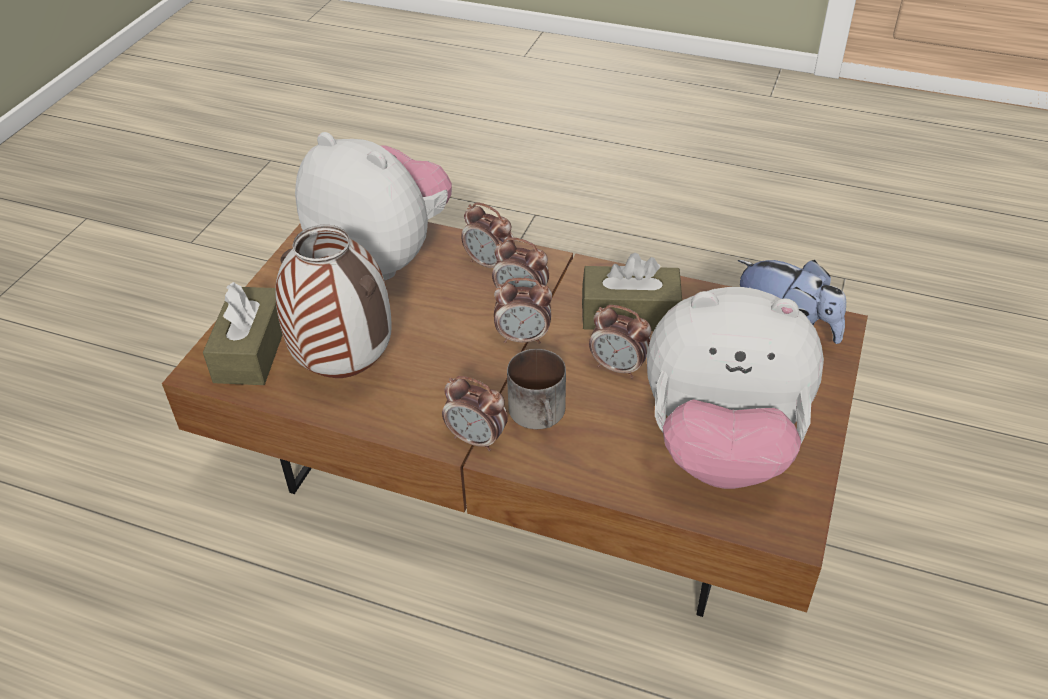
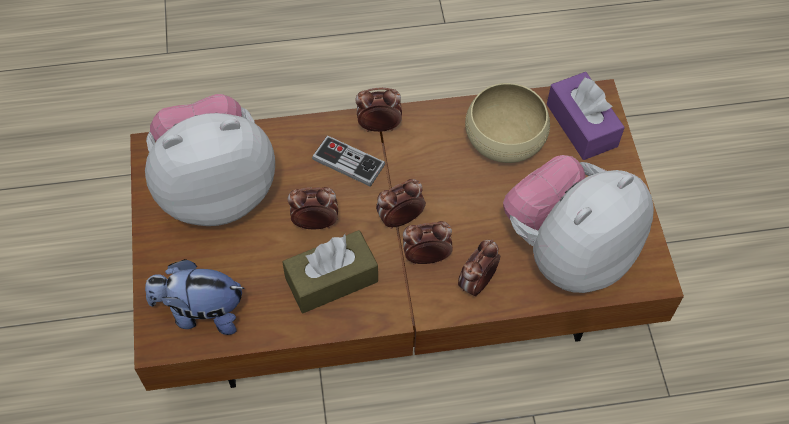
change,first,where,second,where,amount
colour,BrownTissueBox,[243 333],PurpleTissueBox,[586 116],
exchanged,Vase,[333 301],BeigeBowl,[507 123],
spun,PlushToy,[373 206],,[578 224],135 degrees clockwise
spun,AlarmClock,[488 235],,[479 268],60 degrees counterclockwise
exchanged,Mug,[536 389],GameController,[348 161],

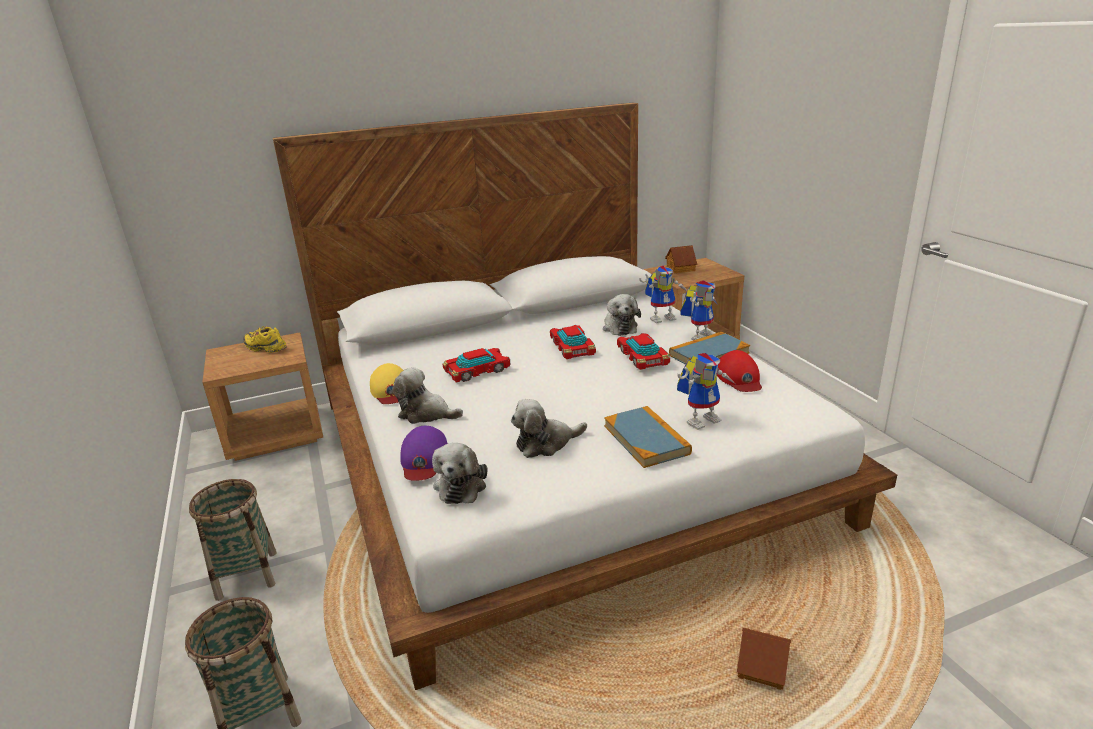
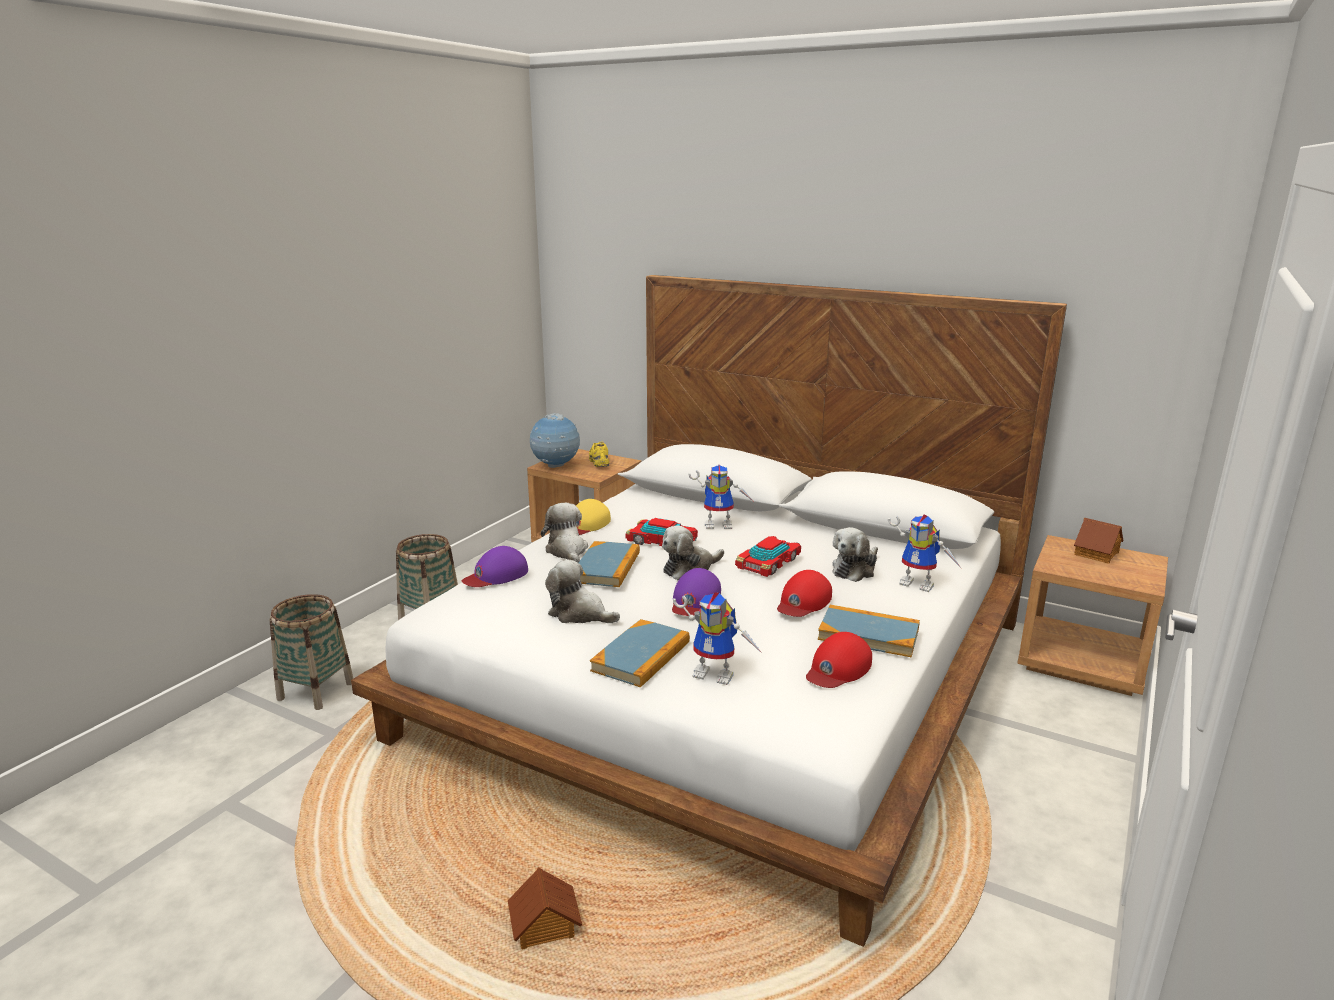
change,first,where,second,where,amount
relocated,PlushToy,[460 473],,[693 553],
exchanged,ToyCar,[643 351],RedCap,[804 593],
relocated,ToyRobot,[699 310],,[721 497],
appeared,,,Globe,[555 440],
appeared,,,Book,[609 564],
appeared,,,PurpleCap,[696 592],

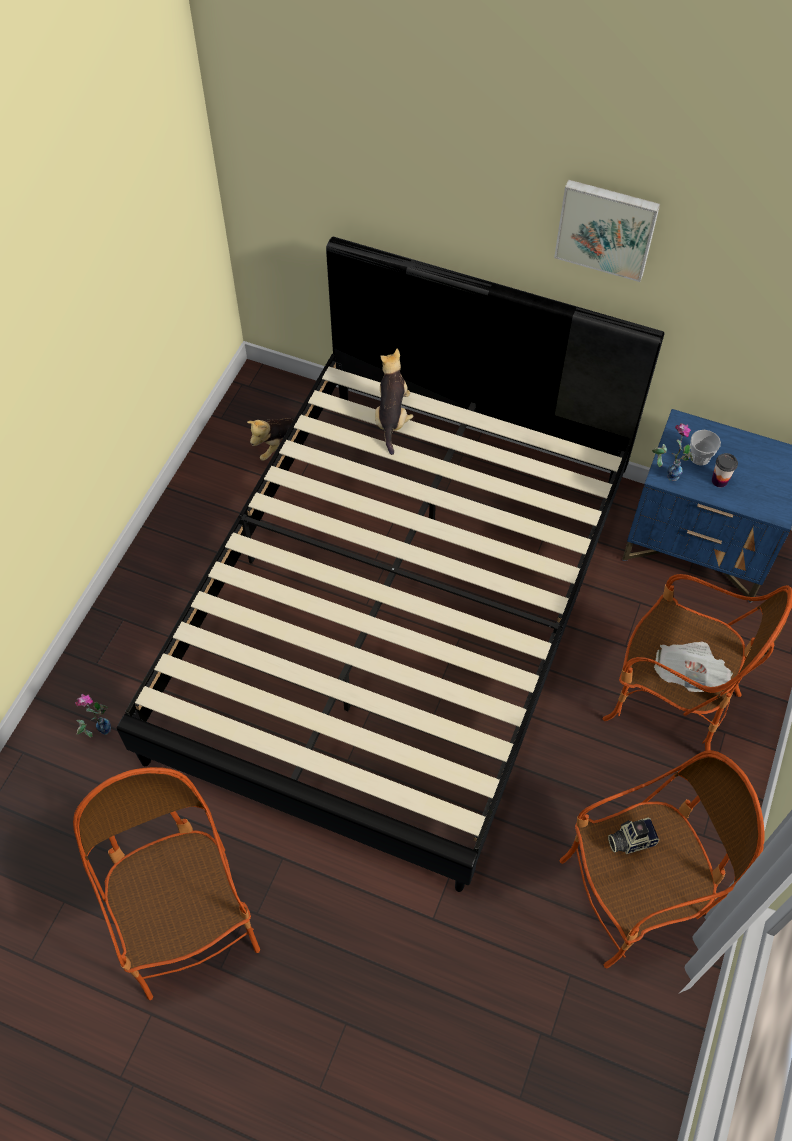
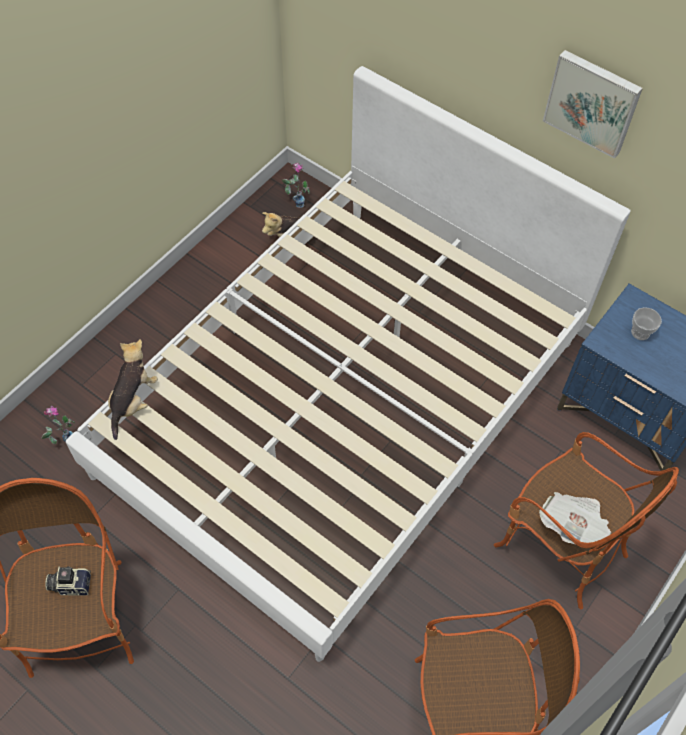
change,first,where,second,where,amount
colour,BlackBed,[390 564],WhiteBed,[348 364],
relocated,PlushToy,[394 402],,[133 389],
relocated,PhotoCamera,[633 836],,[68 580],
relocated,Vase,[672 452],,[296 185],
missing,Cup,[725 470],,,

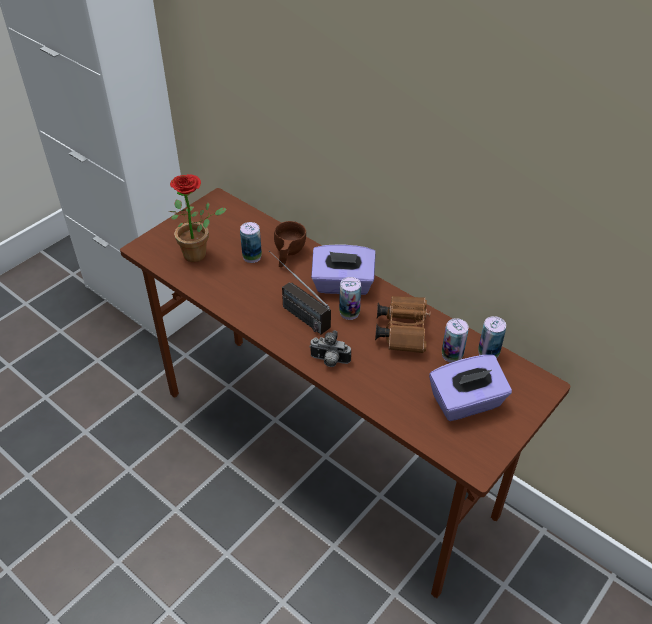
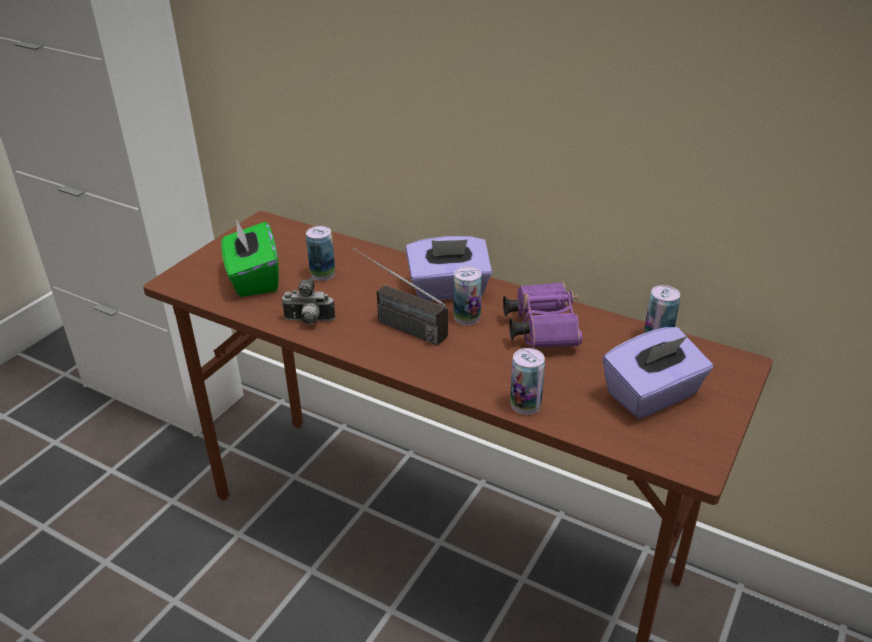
change,first,where,second,where,amount
exchanged,PottedPlant,[197 218],GreenTissueBox,[250 258],
missing,BrownCup,[290 244],,,
relocated,PhotoCamera,[330 348],,[308 301],
colour,BrownBinoculars,[402 324],PurpleBinoculars,[542 315],
relocated,Can,[455 340],,[527 381],

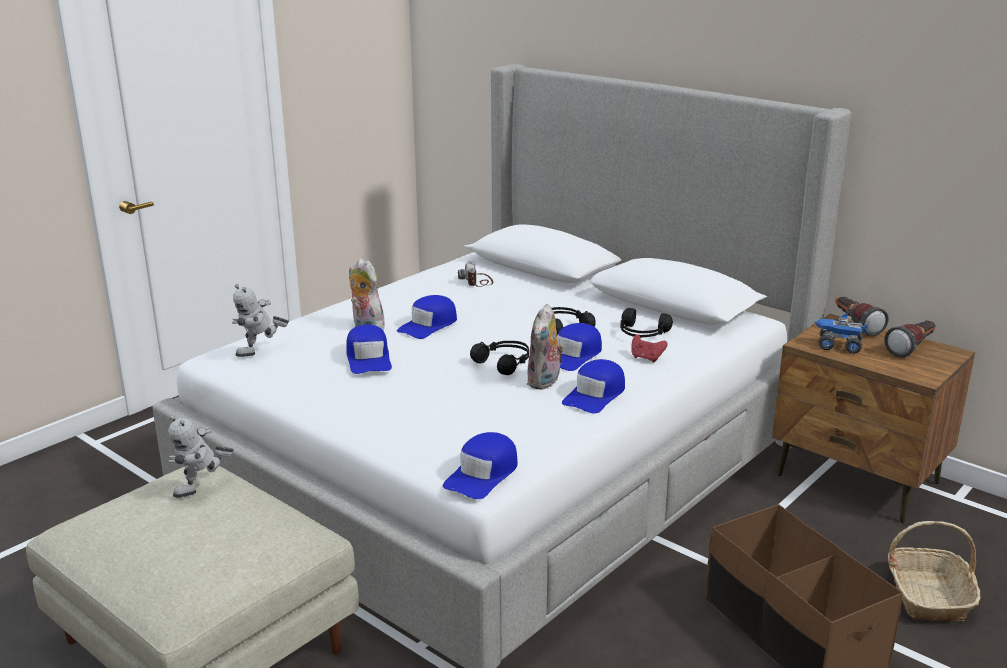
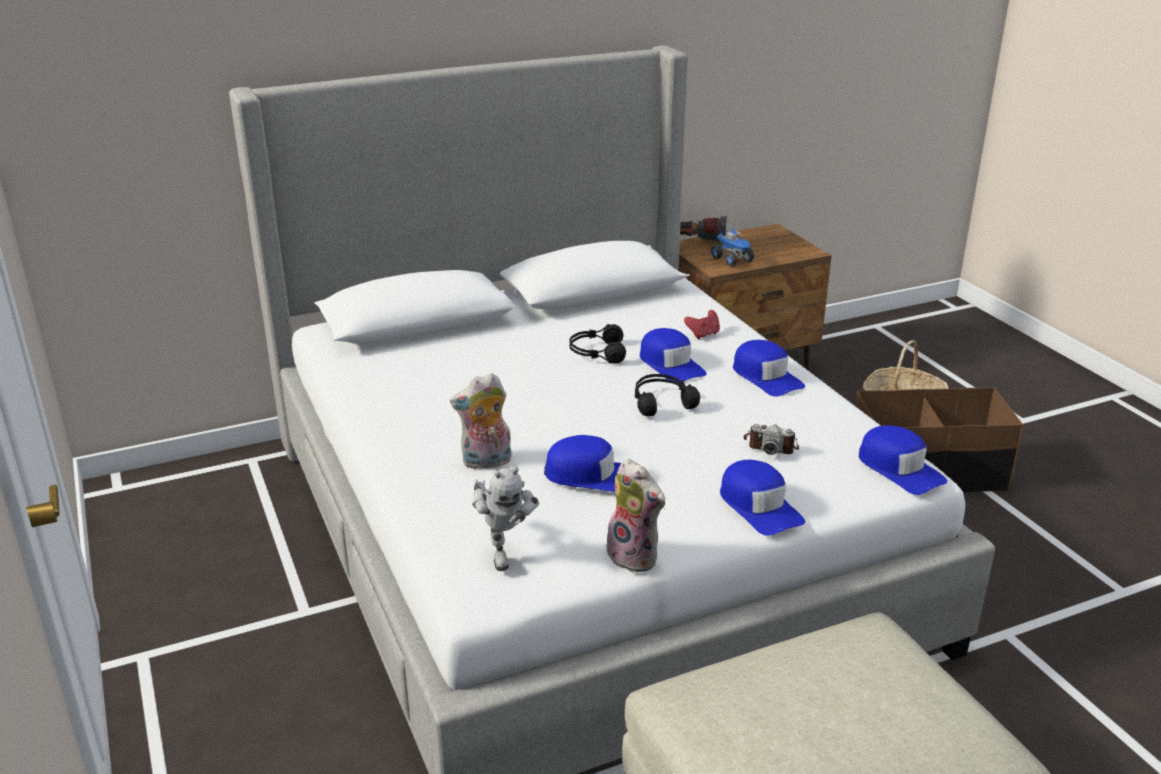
change,first,where,second,where,amount
missing,ToyRobot,[201 456],,,
relocated,BlueCap,[427 317],,[762 498],
relocated,PhotoCamera,[475 274],,[771 439],
relocated,PlushToy,[545 347],,[635 516],
missing,BlackHeadphones,[646 322],,,
spun,ToyTruck,[842 333],,[733 247],75 degrees counterclockwise
missing,Flashlight,[910 339],,,

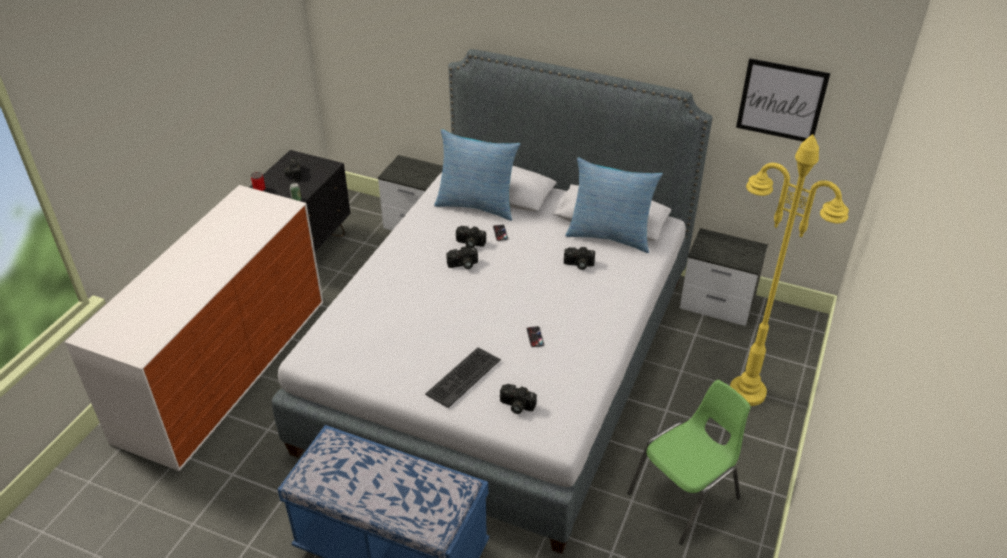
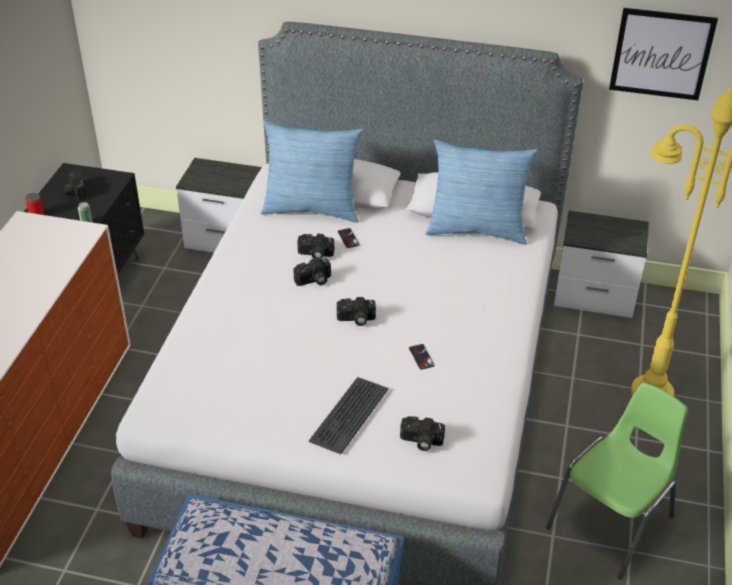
change,first,where,second,where,amount
relocated,PhotoCamera,[579 258],,[356 311],

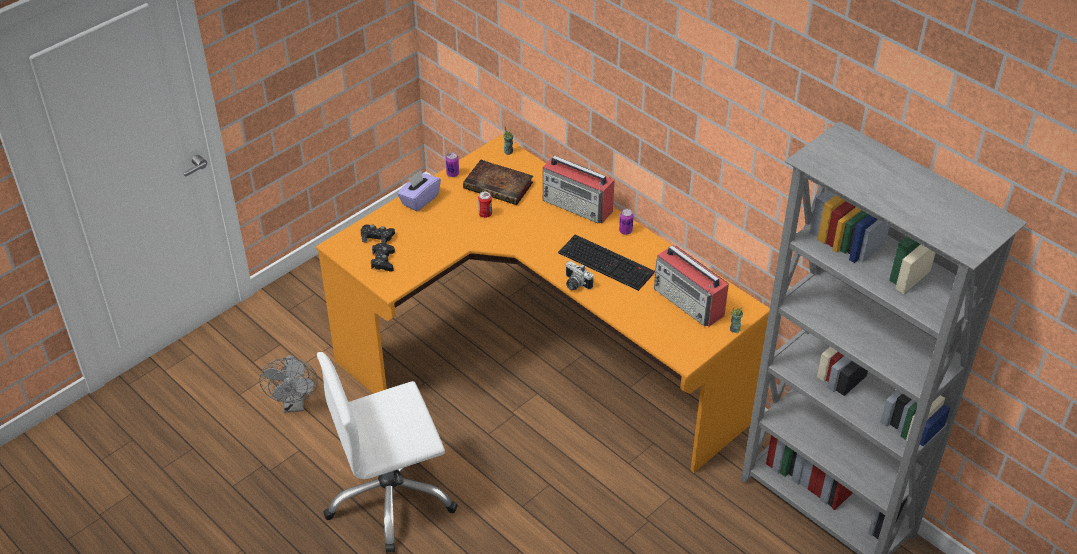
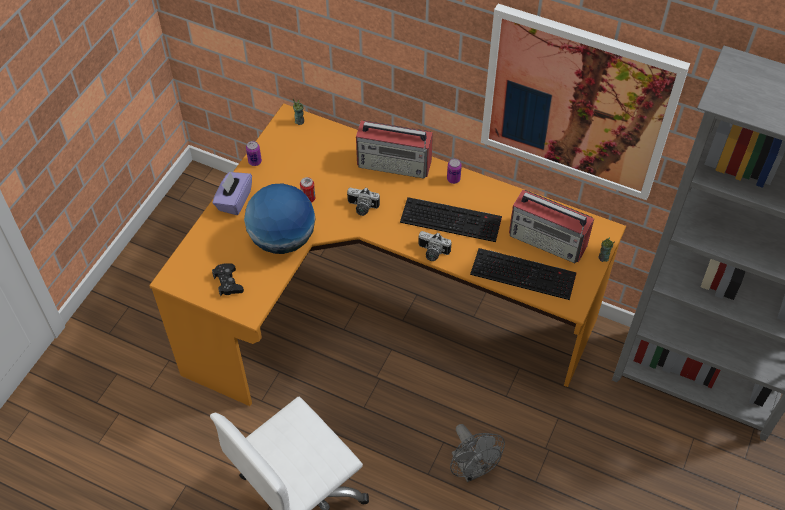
change,first,where,second,where,amount
relocated,GreyFan,[288 383],,[477 453],
missing,BlackGameController,[378 233],,,
missing,Book,[498 182],,,
appeared,,,Globe,[280 218],
appeared,,,PhotoCamera,[363 202],
appeared,,,Keyboard,[523 274],
appeared,,,Picture,[585 102],

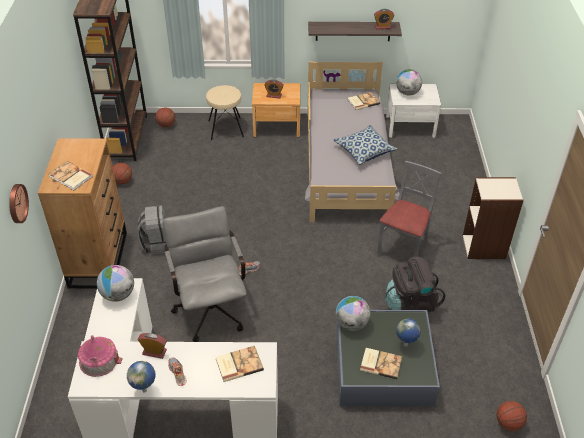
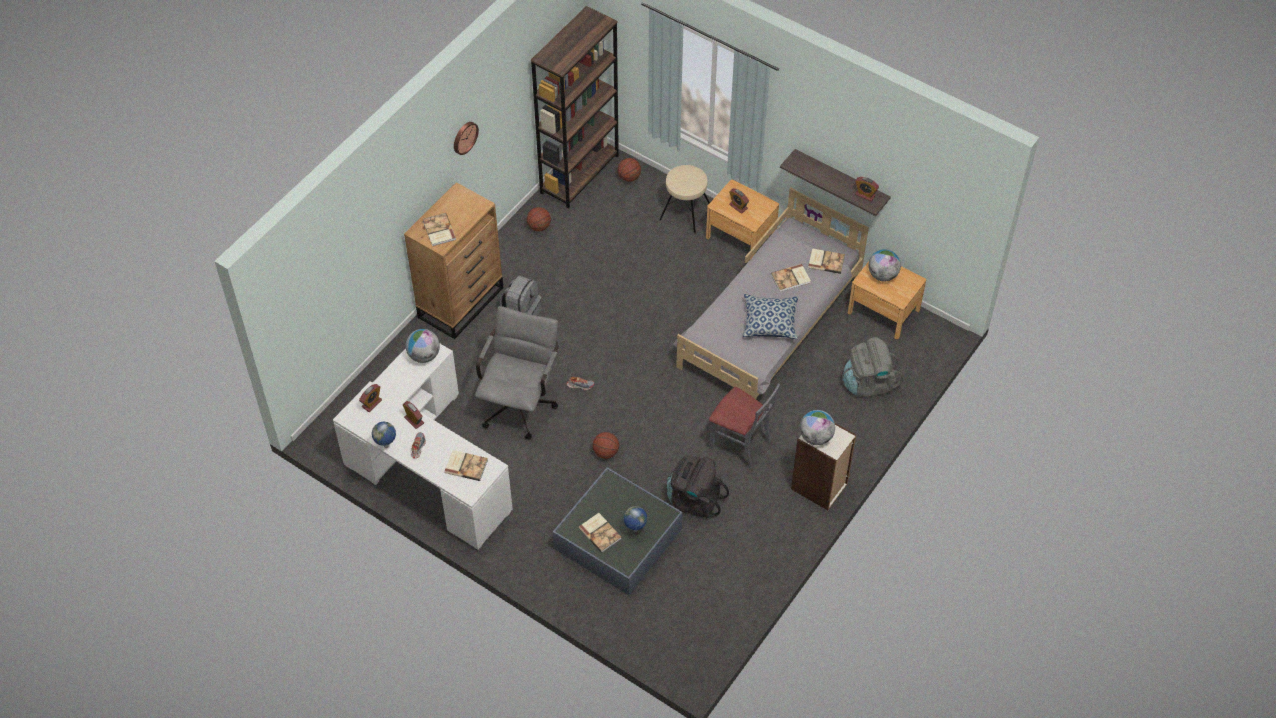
change,first,where,second,where,amount
relocated,WallClock,[19 203],,[466 138],
exchanged,ToyHouse,[100 356],AlarmClock,[370 398],
relocated,Globe,[353 313],,[817 427],
spun,GreyChair,[409 208],,[744 426],60 degrees clockwise
colour,WhiteNightstand,[413 111],BrownNightstand,[887 301],
relocated,Basketball,[511 416],,[606 445],
appeared,,,Book,[791 278],
appeared,,,GreyBackpack,[872 367],

